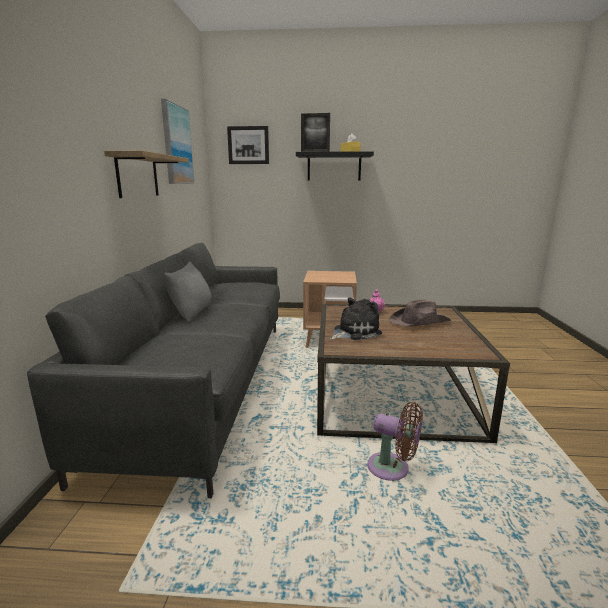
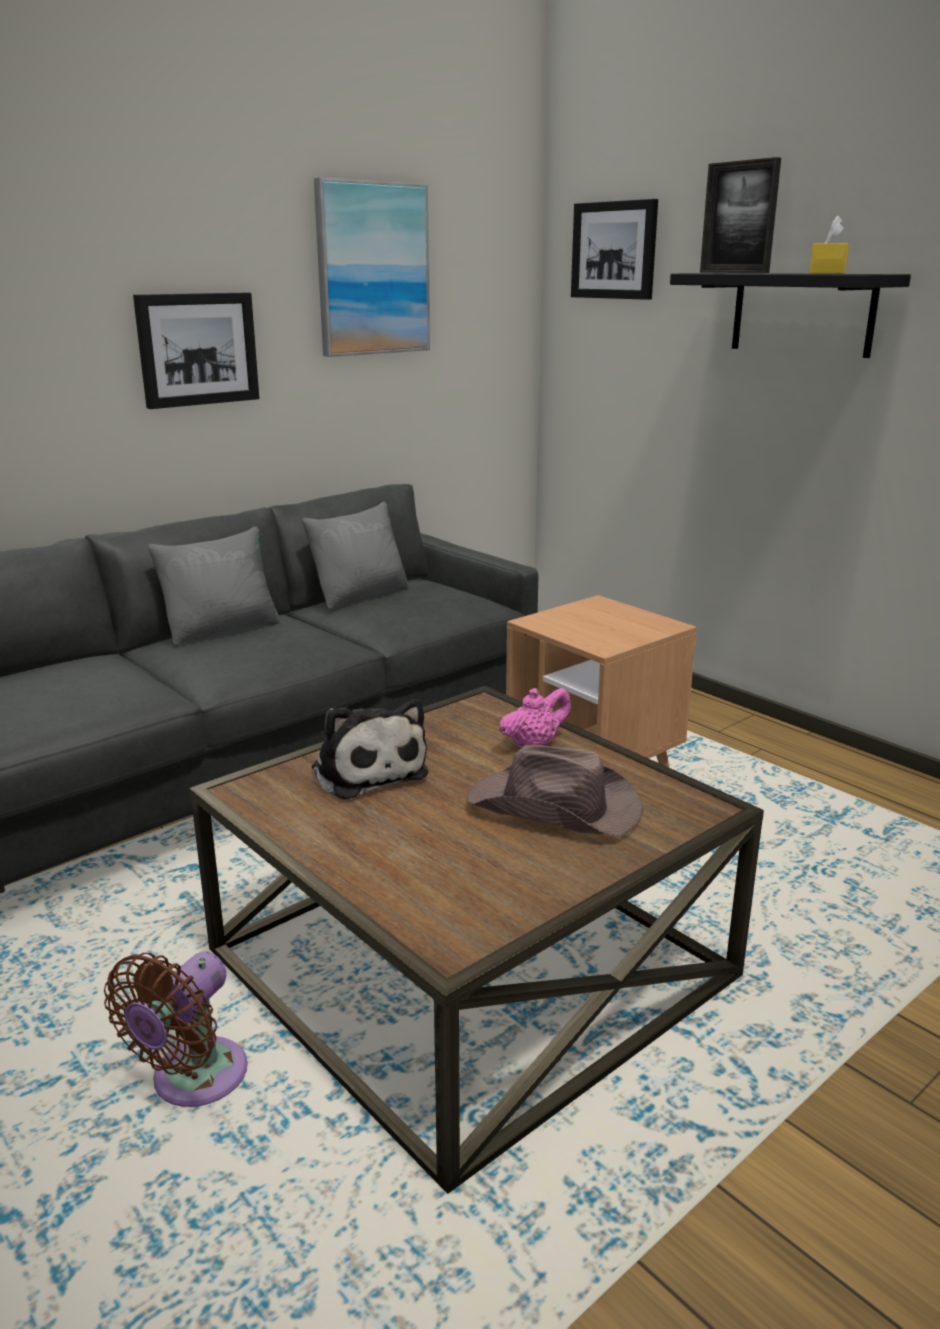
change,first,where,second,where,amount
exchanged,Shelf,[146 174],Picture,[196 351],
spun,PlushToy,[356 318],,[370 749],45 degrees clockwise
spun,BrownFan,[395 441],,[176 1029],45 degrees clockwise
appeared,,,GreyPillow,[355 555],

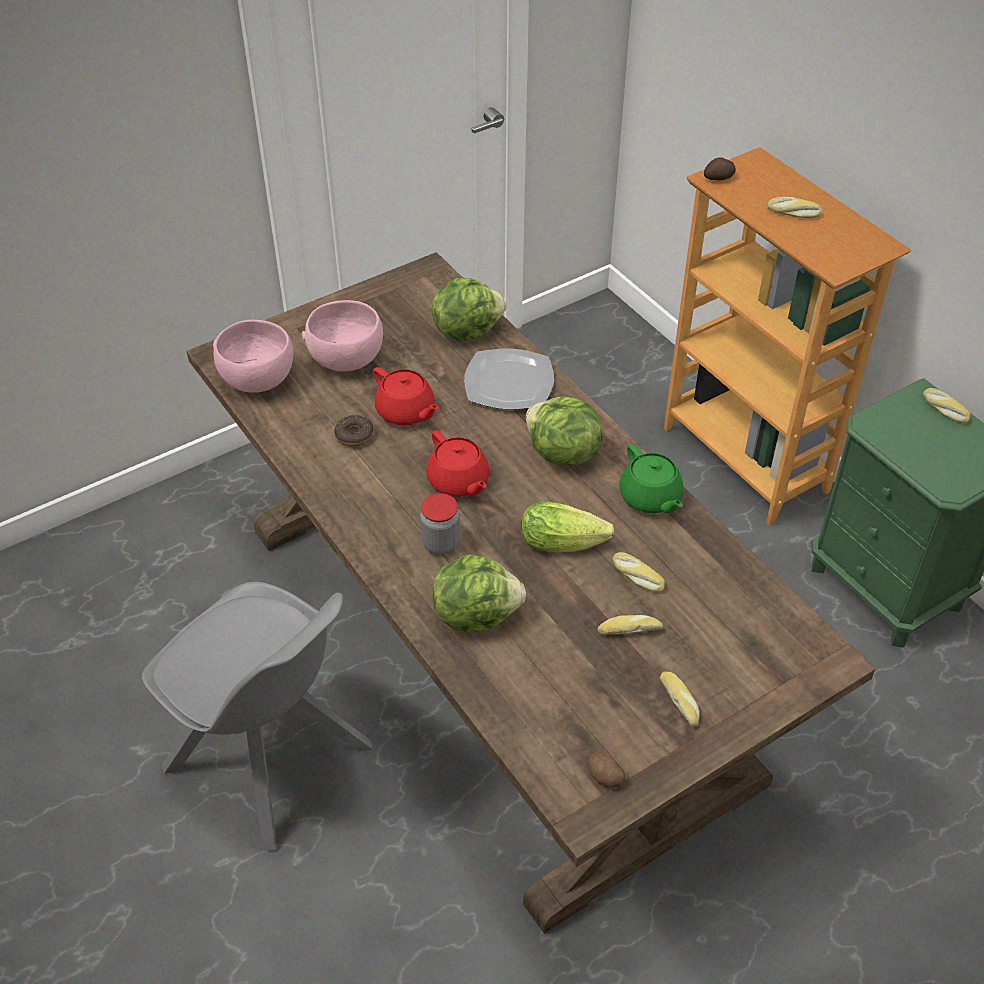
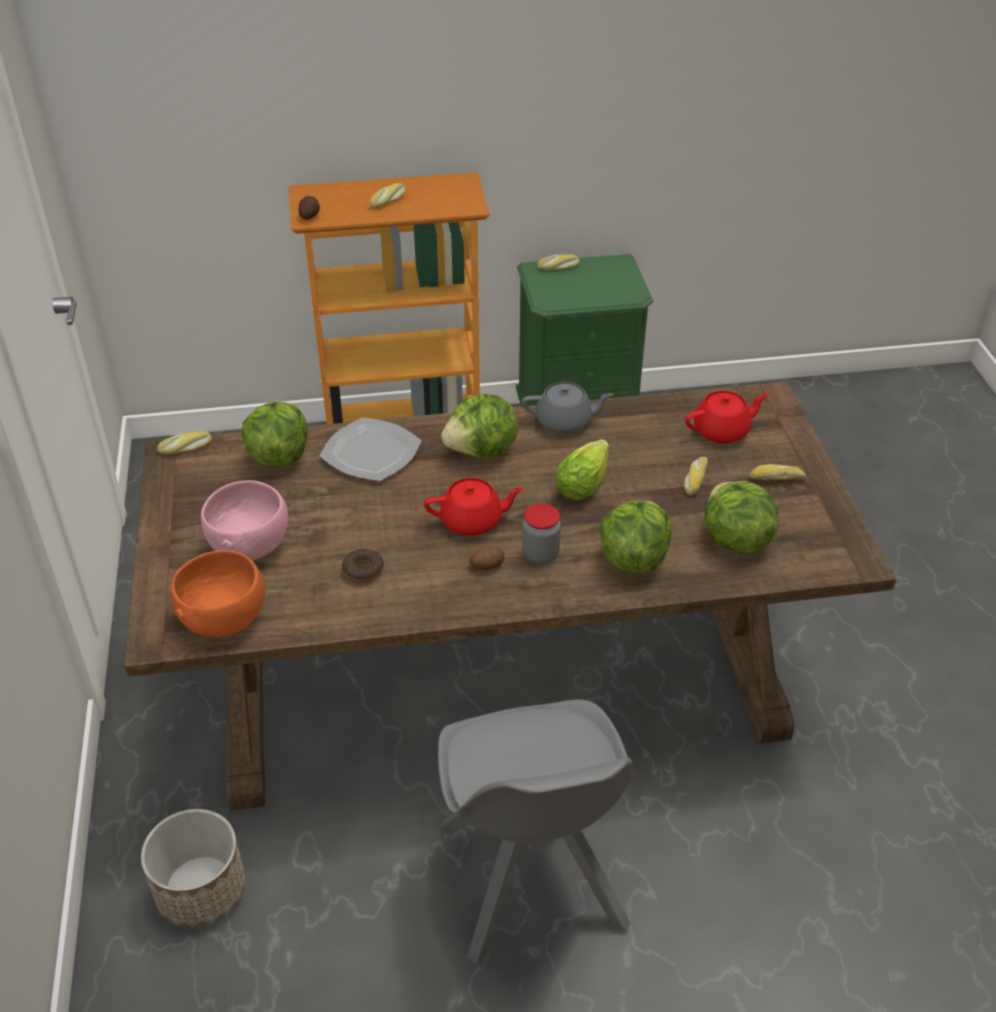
change,first,where,second,where,amount
spun,GreyChair,[257 716],,[536 832],105 degrees clockwise
colour,PinkBowl,[253 356],OrangeBowl,[218 593],
relocated,RedTeapot,[406 396],,[727 417],
relocated,Potato,[606 770],,[486 558],
relocated,Bread,[639 572],,[184 442],
colour,GreenTeapot,[651 478],GreyTeapot,[568 408],
appeared,,,Planter,[193 868],
appeared,,,Lettuce,[742 517],

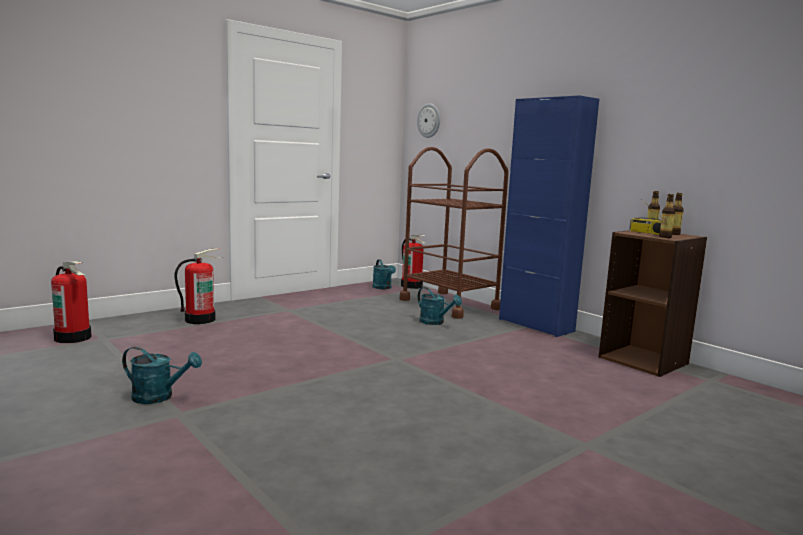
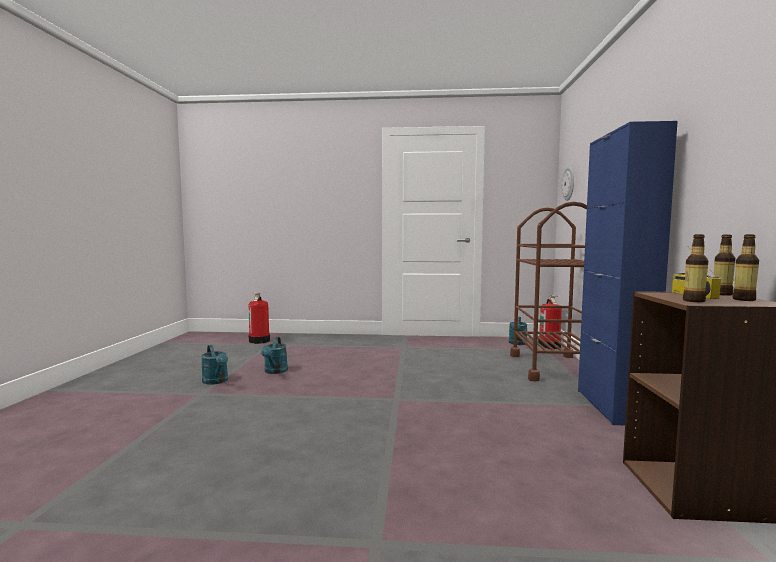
change,first,where,second,where,amount
missing,FireExtinguisher,[198 286],,,
relocated,TurquoiseWateringCan,[440 306],,[274 355],

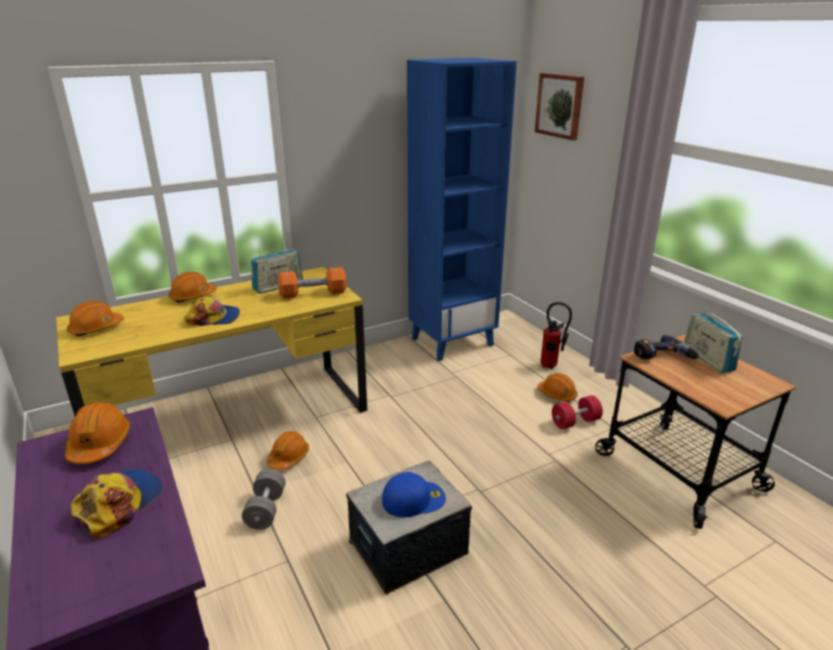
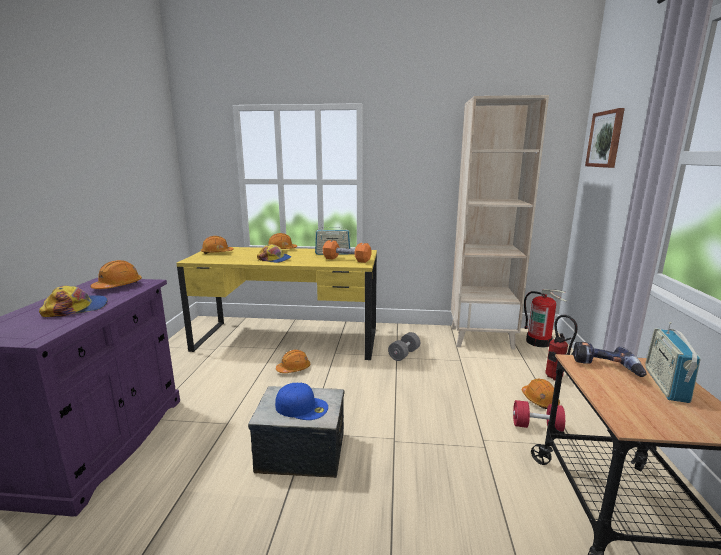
change,first,where,second,where,amount
relocated,GreyDumbbell,[263 499],,[404 346],
colour,BlueBookcase,[462 209],BeigeBookcase,[500 222],
appeared,,,FireExtinguisher,[545 318],

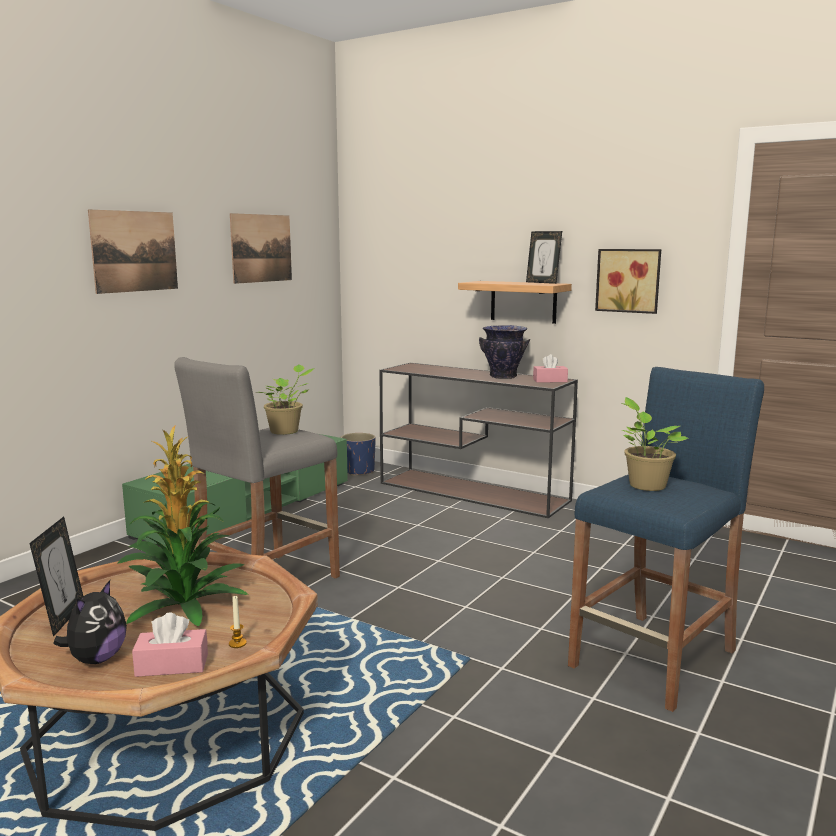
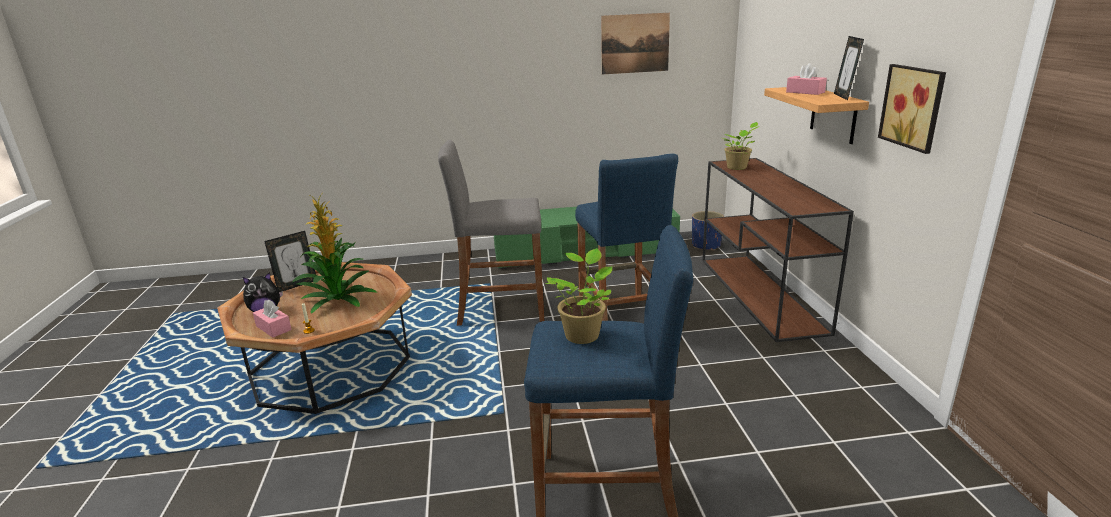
change,first,where,second,where,amount
missing,Picture,[133 251],,,
relocated,PottedPlant,[286 399],,[741 146],
missing,Vase,[504 352],,,
relocated,PinkTissueBox,[550 368],,[806 79],
appeared,,,BlueStool,[626 237],

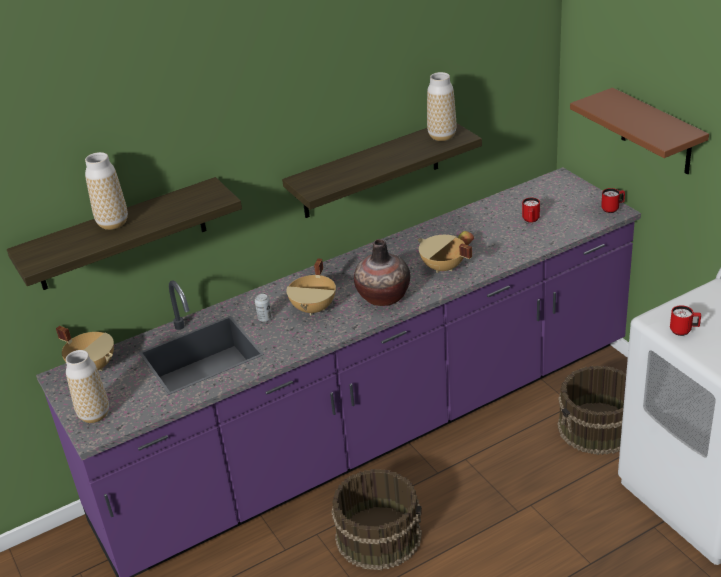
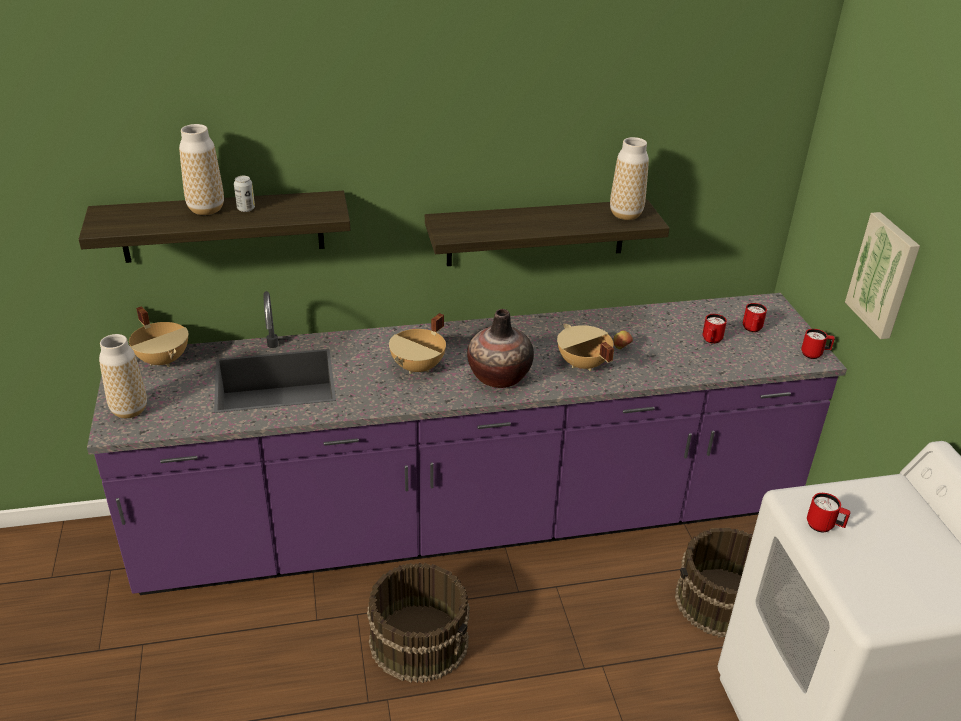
change,first,where,second,where,amount
relocated,Can,[263 308],,[244 194],
exchanged,BrownShelf,[639 131],Picture,[882 275],
appeared,,,RedMug,[755 317],

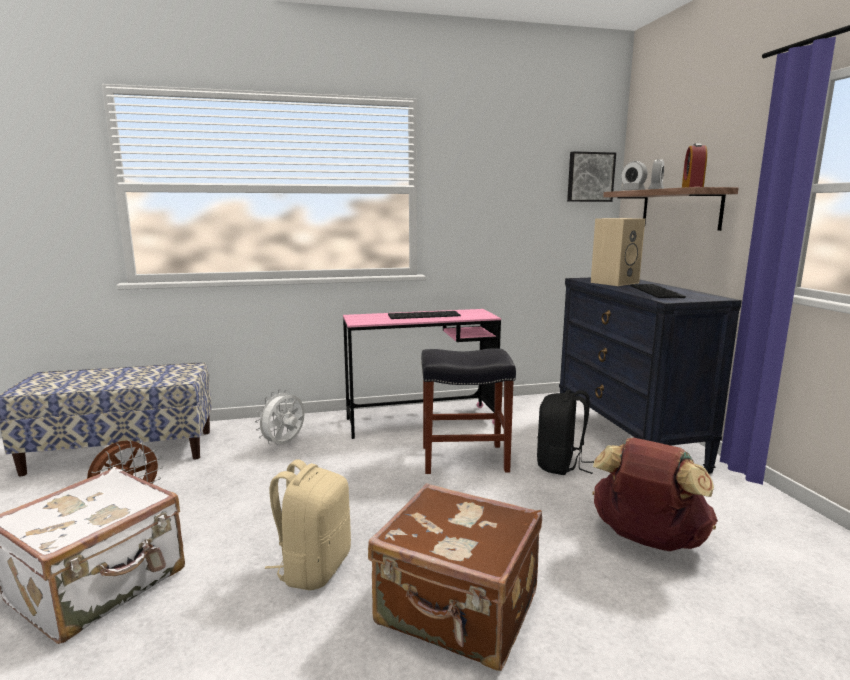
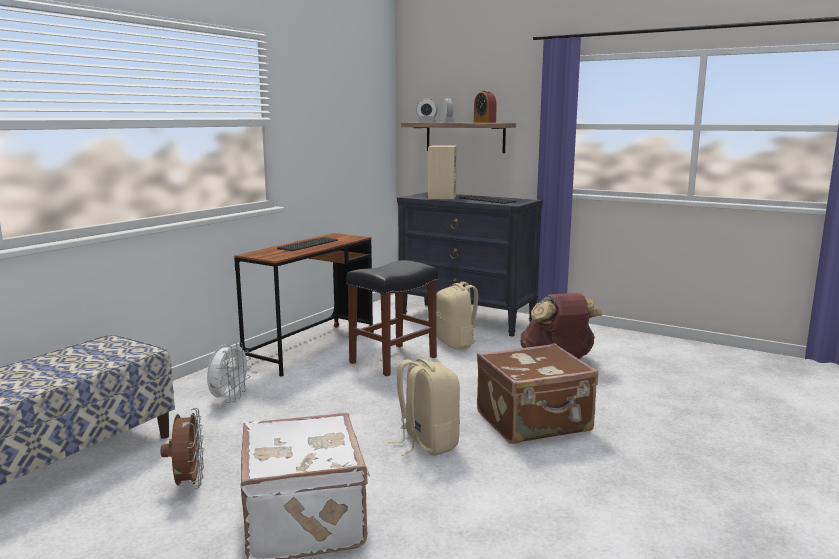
change,first,where,second,where,amount
spun,WhiteFan,[280 417],,[229 372],150 degrees counterclockwise
colour,PinkDesk,[422 374],BrownDesk,[304 305],
colour,BlackBackpack,[565 432],BeigeBackpack,[459 315],
missing,Picture,[591 176],,,

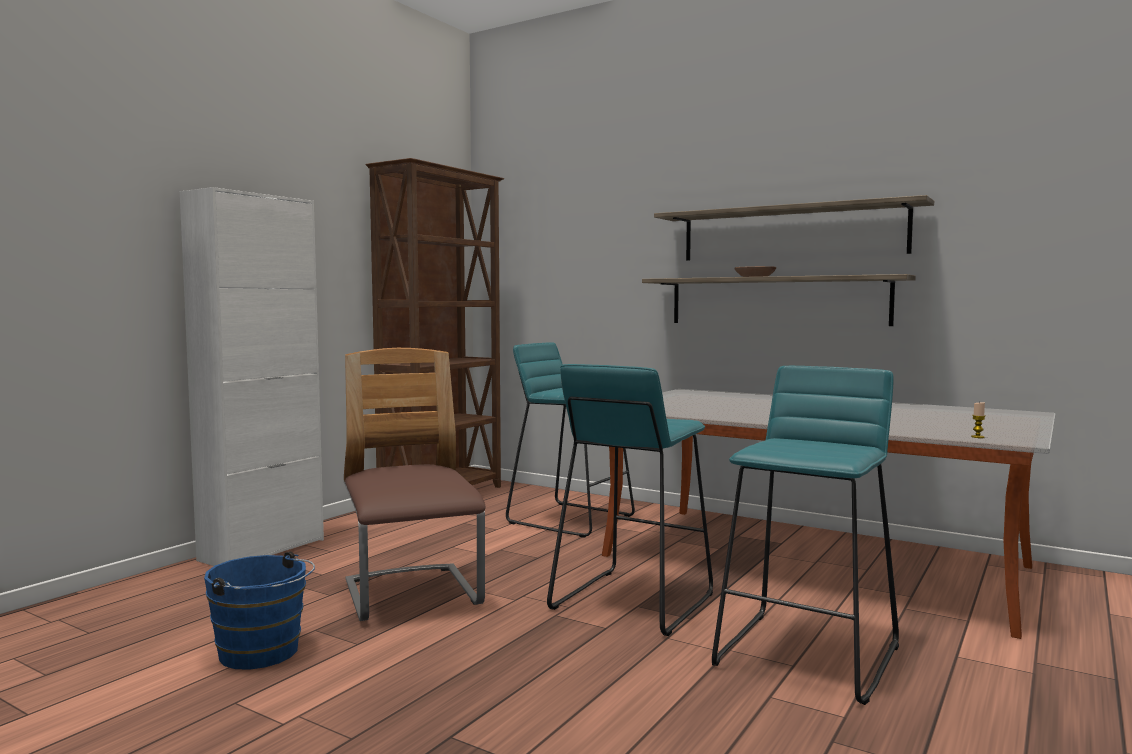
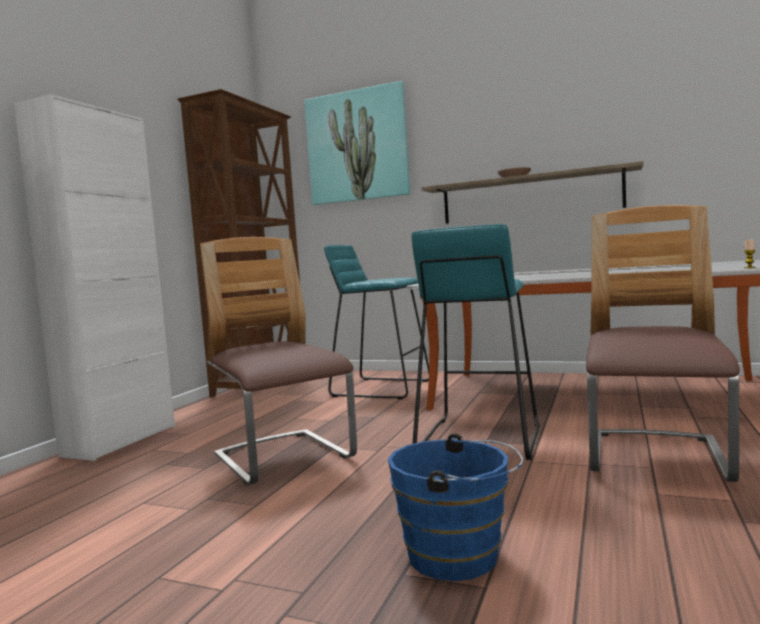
change,first,where,second,where,amount
relocated,BlueBucket,[259 610],,[455 507],
missing,Shelf,[794 227],,,
exchanged,TurquoiseStool,[805 535],Chair,[663 343],
appeared,,,Picture,[357 143],

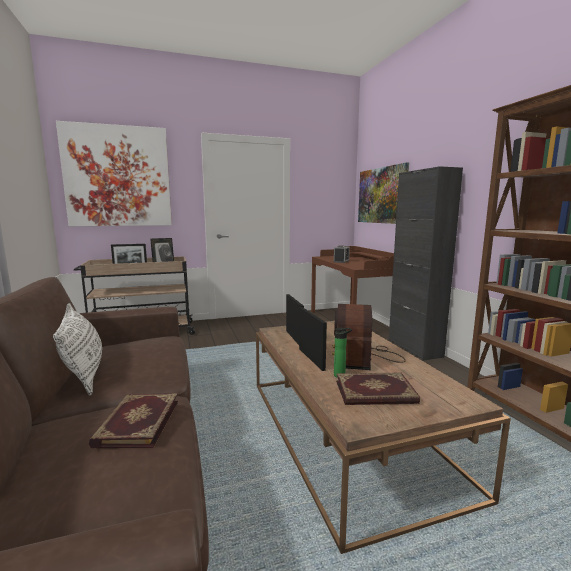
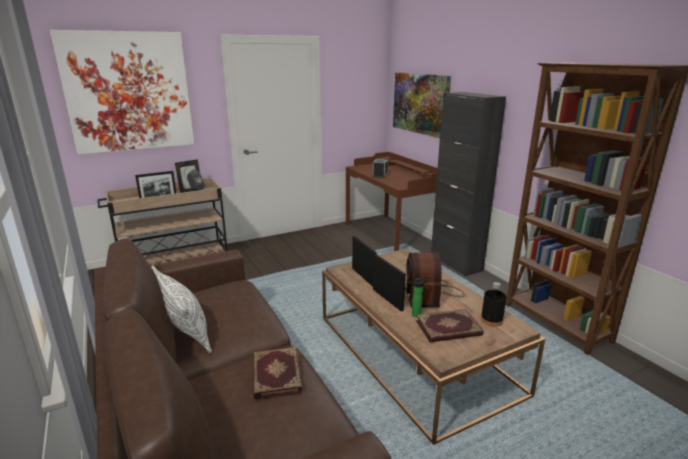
change,first,where,second,where,amount
appeared,,,BlackBottle,[494 304],

